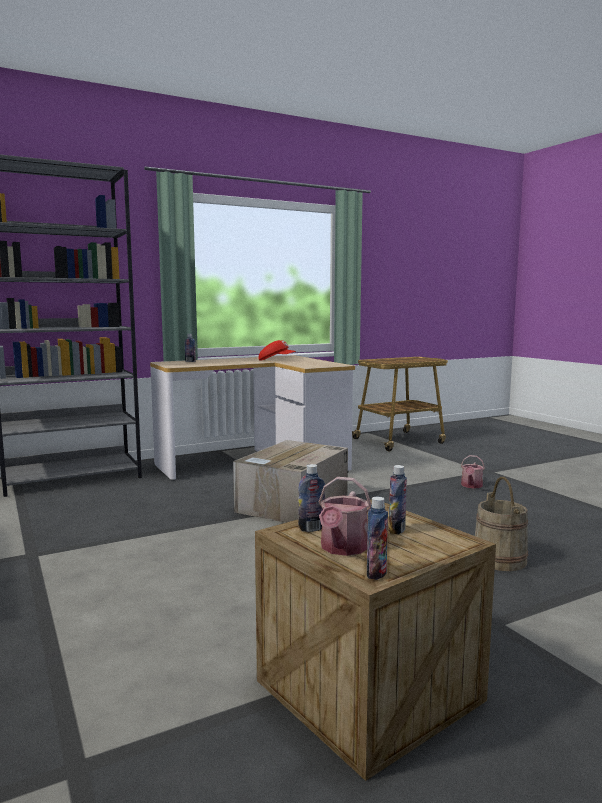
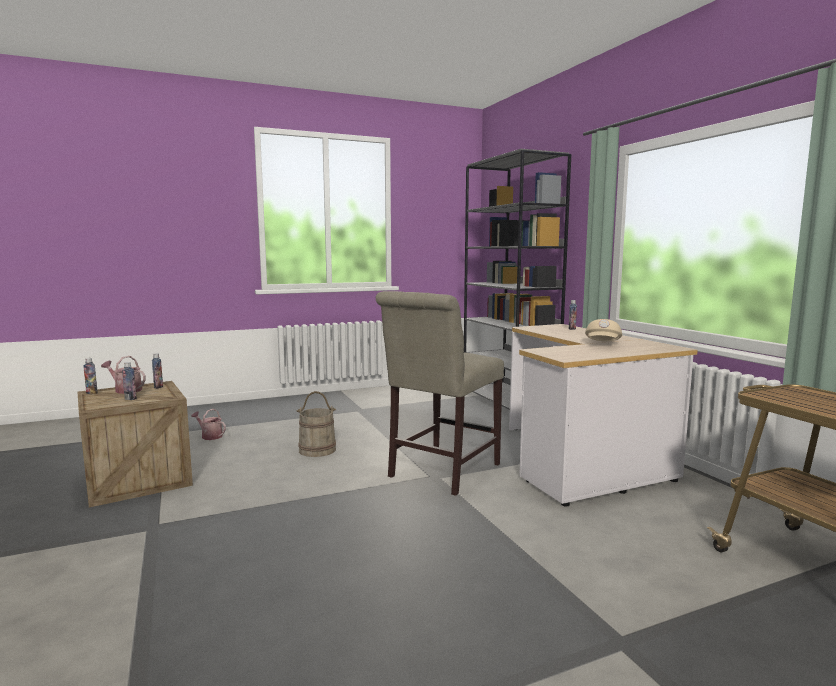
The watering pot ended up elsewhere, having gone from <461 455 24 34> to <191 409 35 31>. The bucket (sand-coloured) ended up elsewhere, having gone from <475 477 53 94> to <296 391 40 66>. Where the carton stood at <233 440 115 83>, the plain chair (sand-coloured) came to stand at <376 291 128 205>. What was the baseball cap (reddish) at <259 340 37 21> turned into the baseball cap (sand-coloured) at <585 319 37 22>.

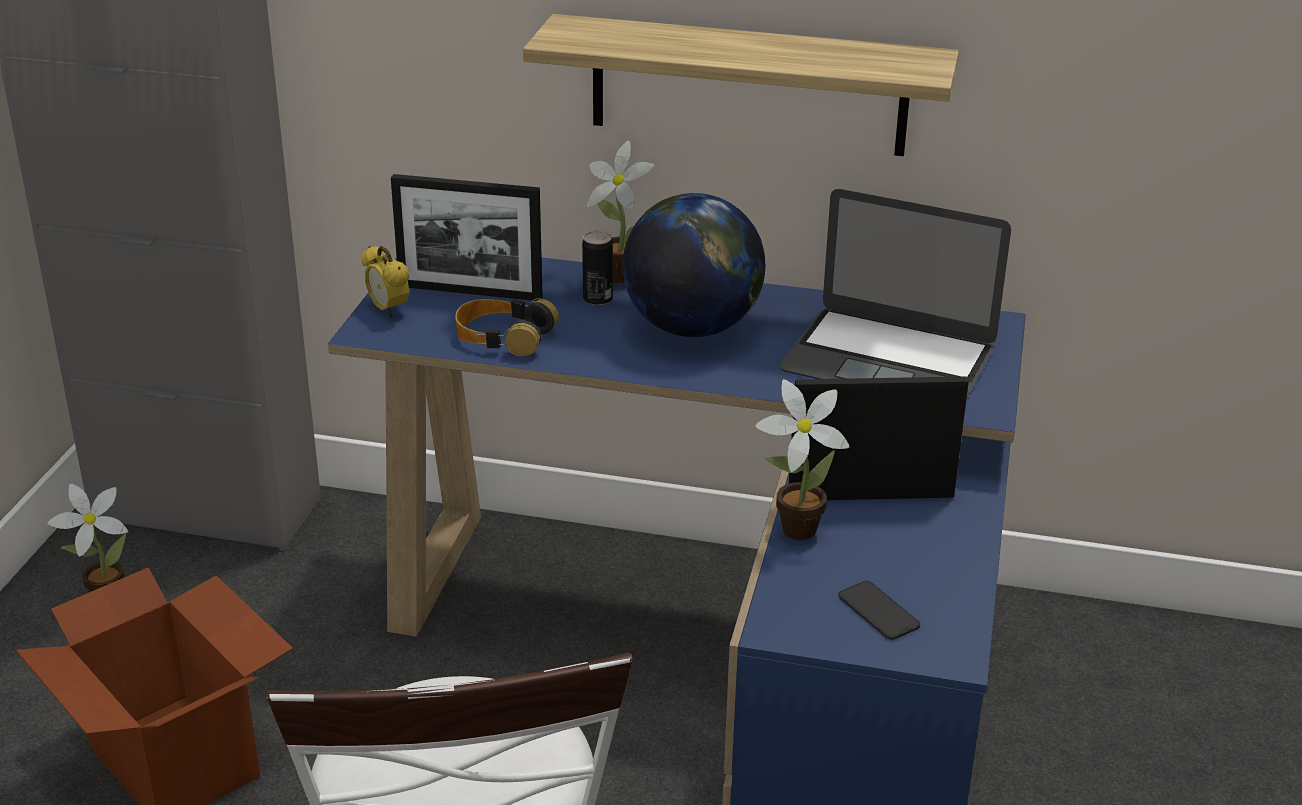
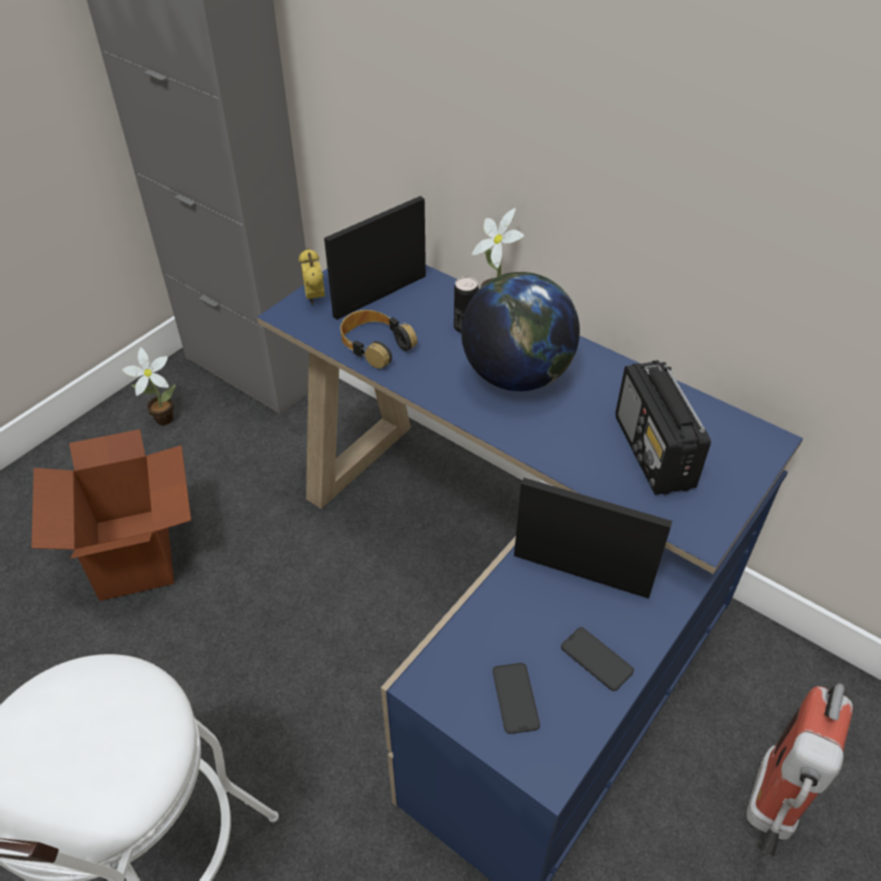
The second view lost the shelf at <523 14 436 142>. The second view lost the plant in a pot at <755 379 94 161>. The second view gained the handset at <561 627 73 64>. The second view gained the extinguisher at <746 683 107 173>. Where the portable computer stood at <779 189 232 207>, the radio came to stand at <615 360 96 135>. The picture frame at <391 174 152 127> ended up facing another way, 105 degrees clockwise from before.

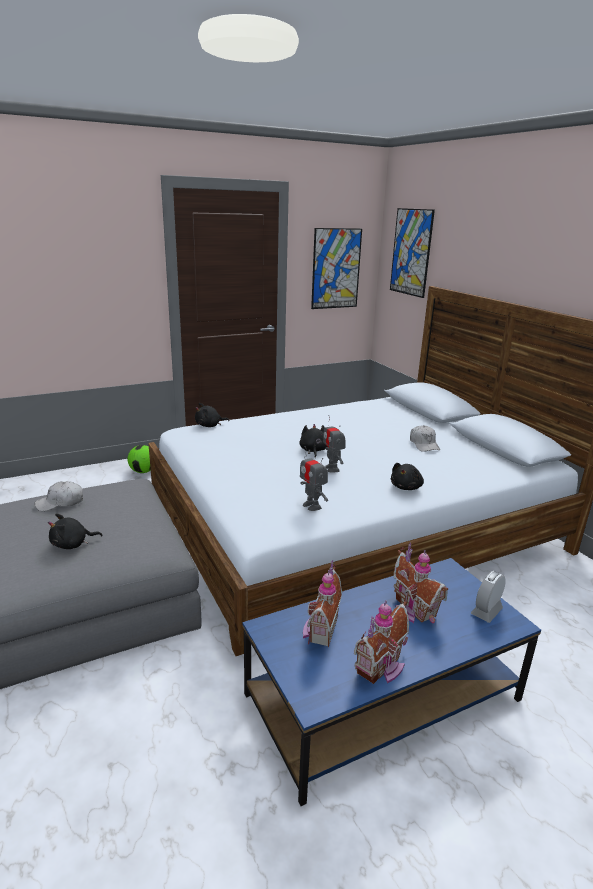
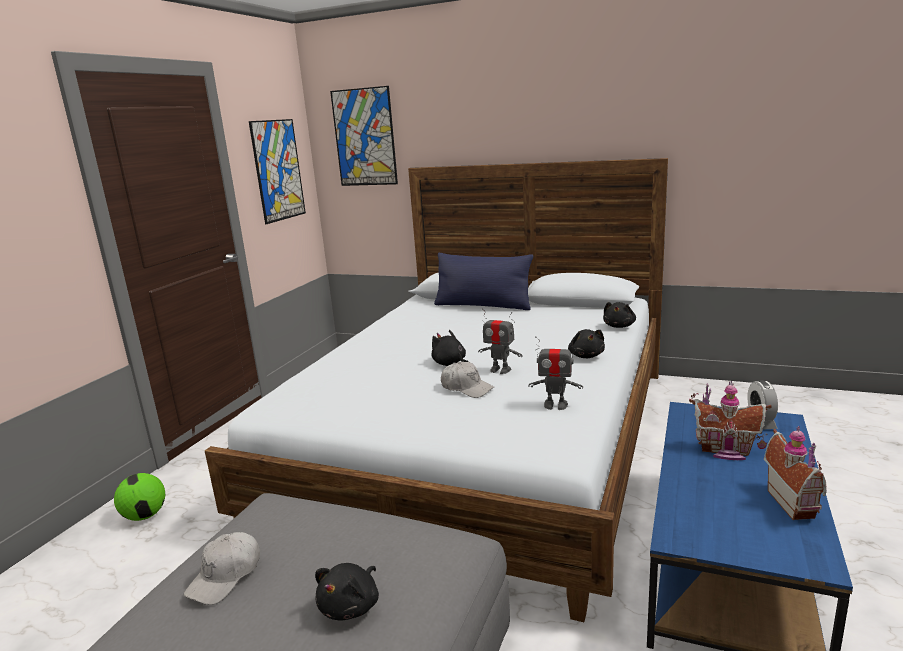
The second view lost the model house at <303 560 39 87>. The second view gained the throw pillow (blue) at <434 253 99 57>. The plush toy (blackish) ended up elsewhere, having gone from <195 403 34 24> to <603 302 33 26>. The baseball cap (white) ended up elsewhere, having gone from <410 425 30 27> to <441 362 53 36>.

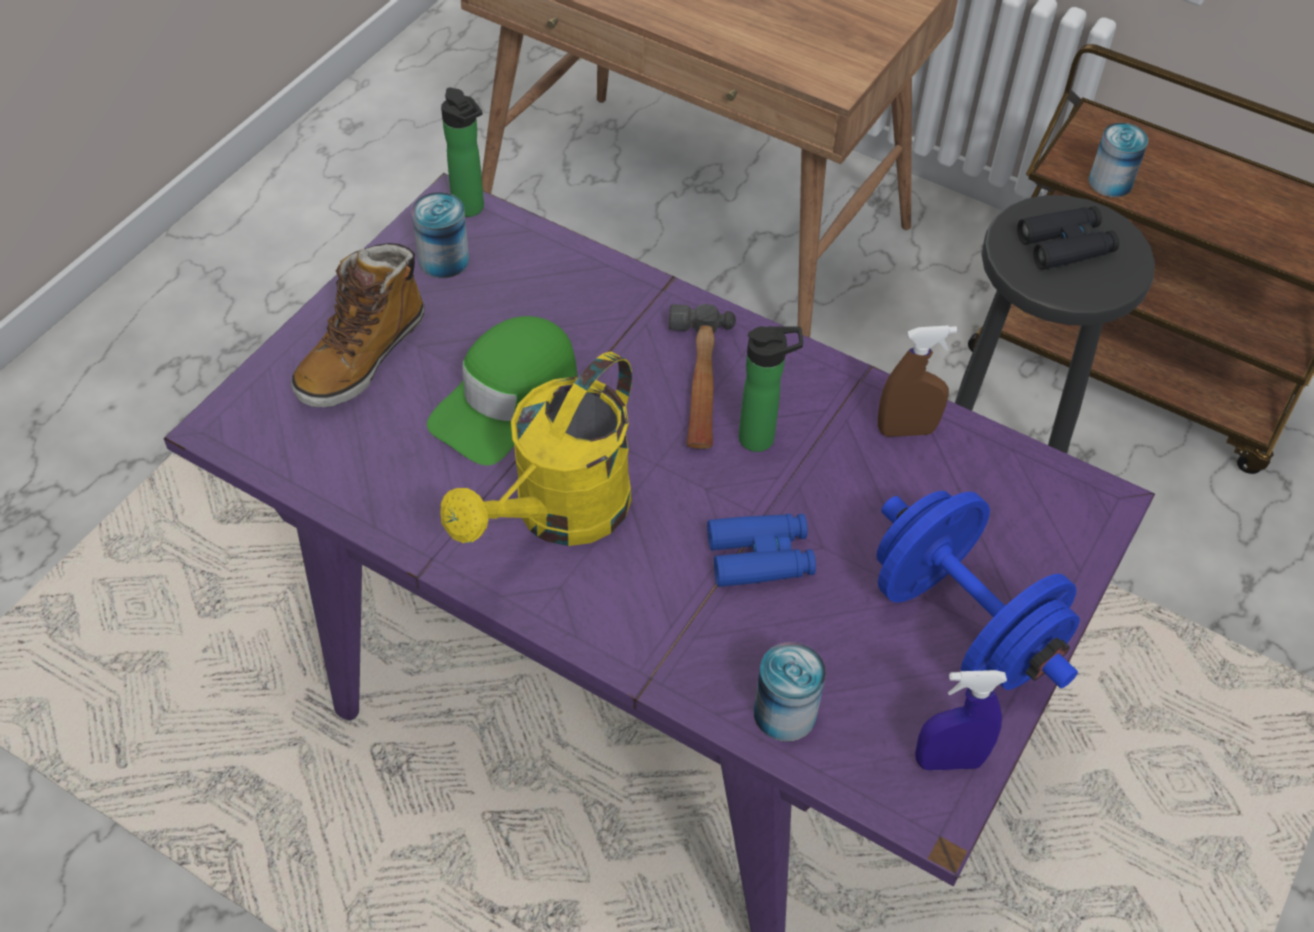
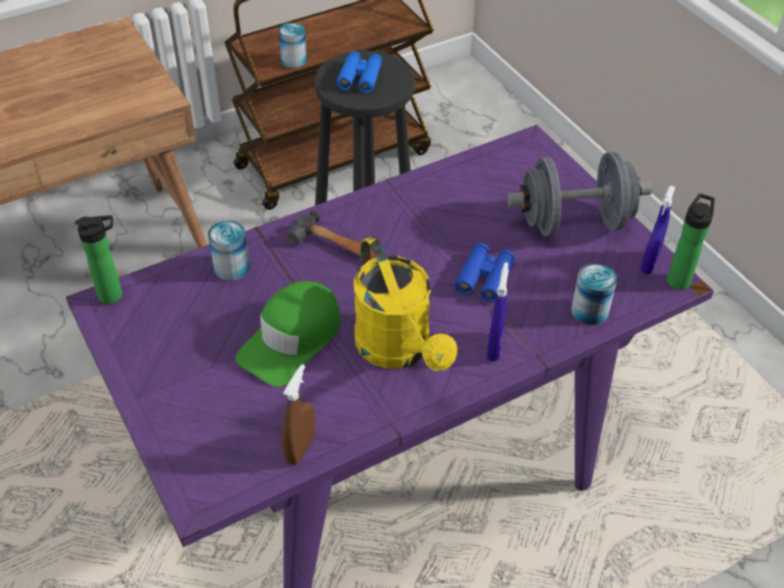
The second view lost the boot at <291 243 134 165>. The second view gained the sprayer (blue) at <487 262 22 99>. The metal can ended up elsewhere, having gone from <412 192 57 86> to <208 220 42 61>. The bottle ended up elsewhere, having gone from <739 326 64 126> to <667 194 48 96>. The sprayer (brown) ended up elsewhere, having gone from <878 325 79 112> to <282 364 33 101>. What was the hand weight (blue) at <877 491 203 199> turned into the hand weight (grey) at <507 152 145 84>. What was the field glasses (blackish) at <1017 206 102 64> turned into the field glasses (blue) at <336 51 46 42>. The baseball cap (green-coloured) at <427 316 151 149> ended up facing another way, 60 degrees clockwise from before.

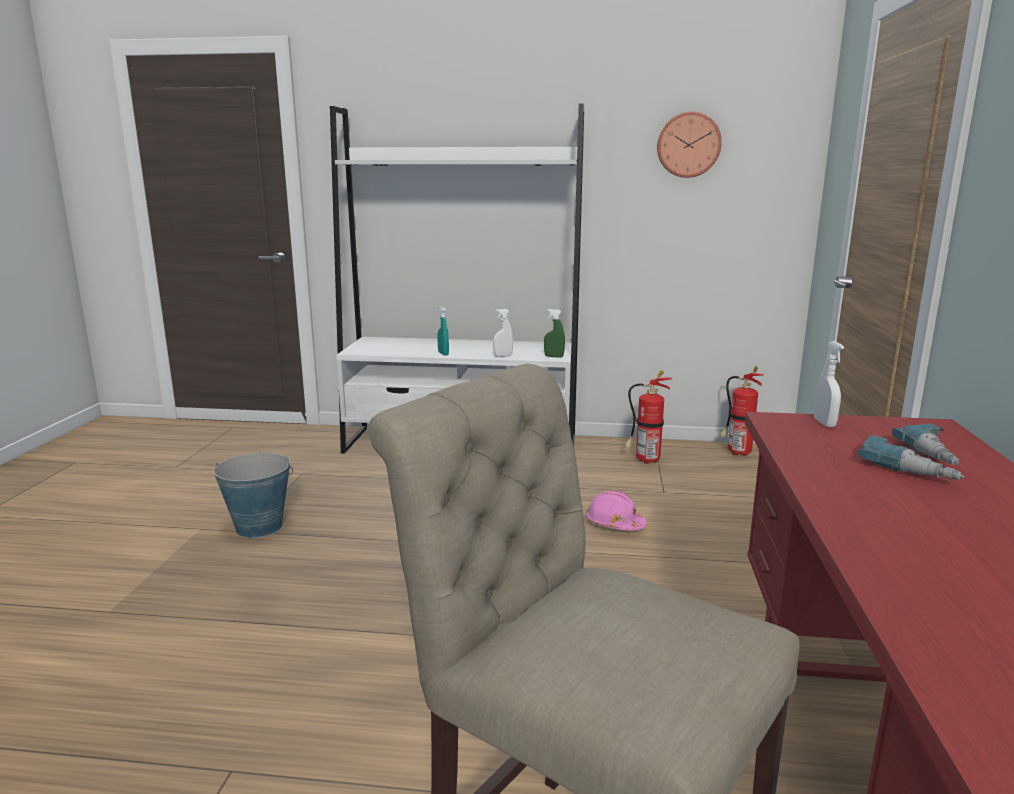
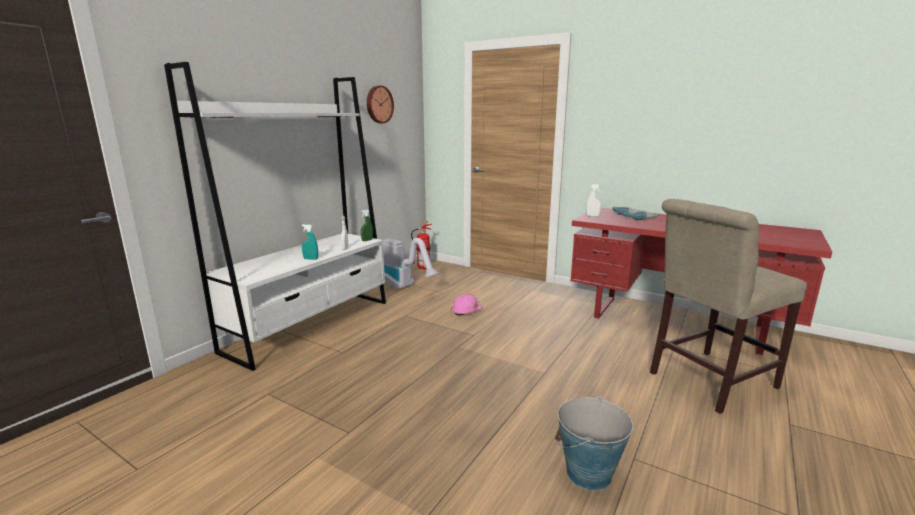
The bucket ended up elsewhere, having gone from <214 452 79 86> to <555 396 78 95>. Where the extinguisher stood at <624 370 48 94>, the hoover came to stand at <383 238 56 52>.

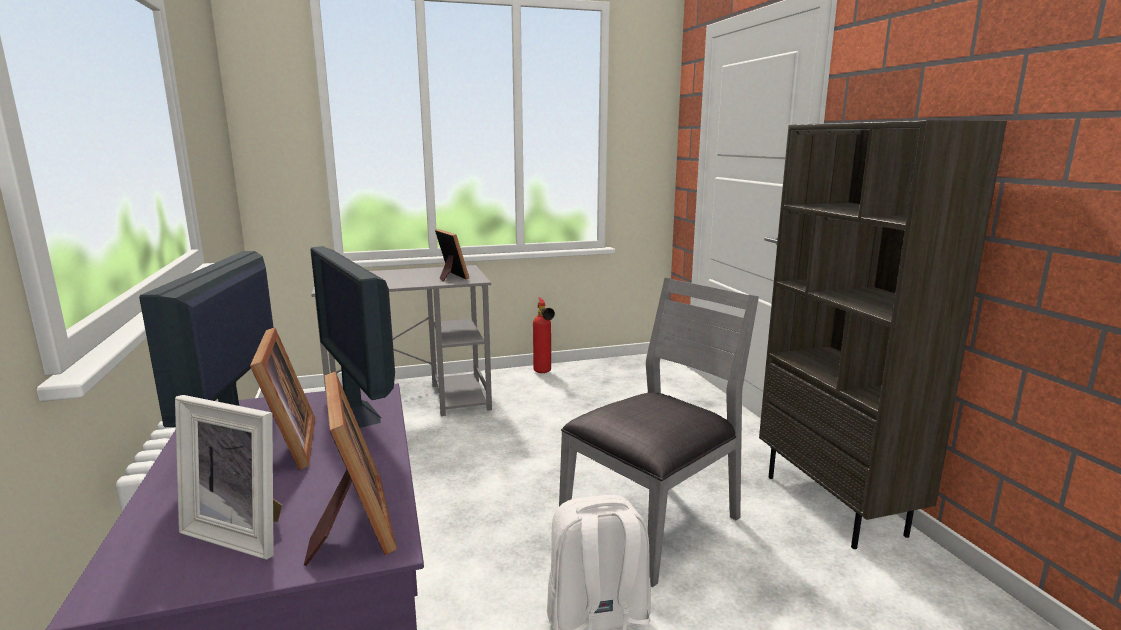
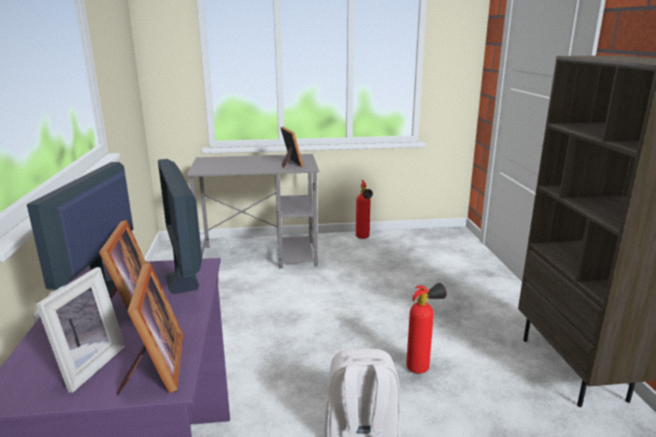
Where the plain chair (grey) stood at <559 277 200 310>, the extinguisher came to stand at <406 283 41 91>. The picture frame at <175 395 107 165> ended up facing another way, 105 degrees counterclockwise from before.

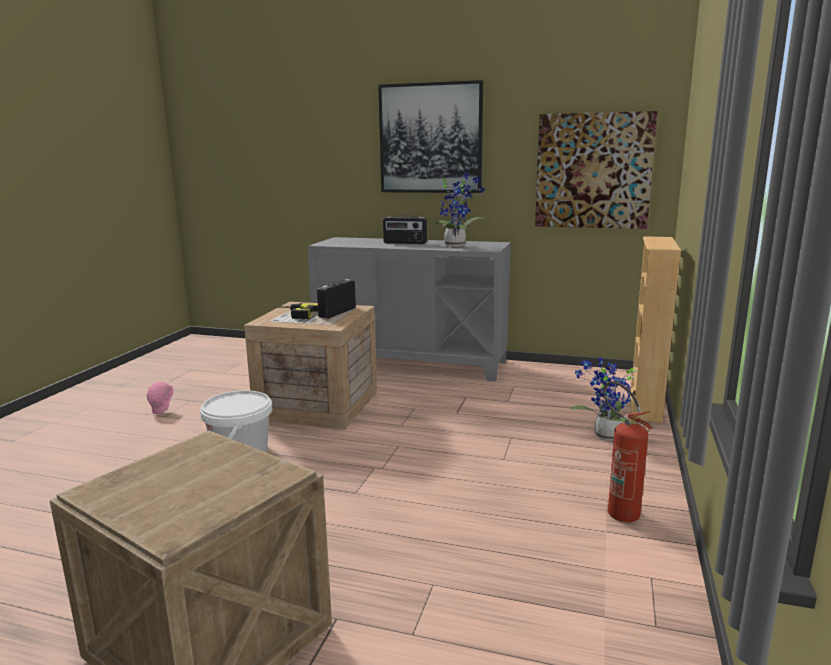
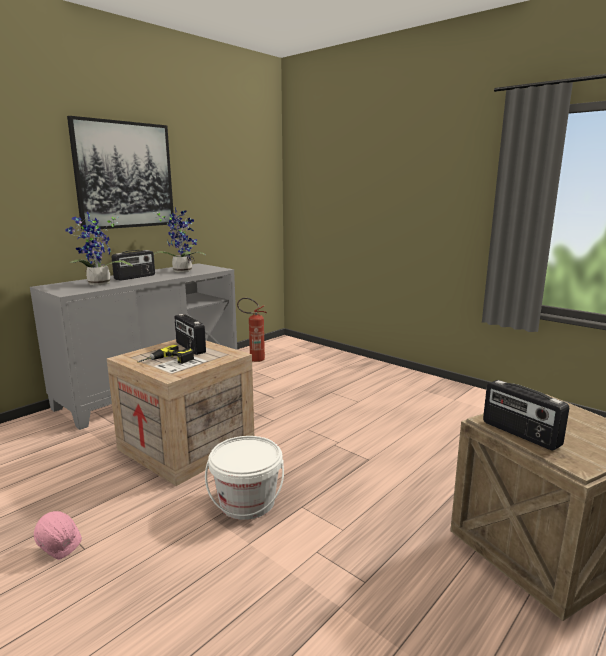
The second view lost the wall picture at <535 111 123 118>. The second view lost the bookshelf (sand-coloured) at <630 236 51 187>. The second view gained the radio at <483 380 86 71>. The plant in a pot ended up elsewhere, having gone from <570 358 69 83> to <66 211 67 74>. The extinguisher ended up elsewhere, having gone from <603 381 49 141> to <237 298 30 64>.

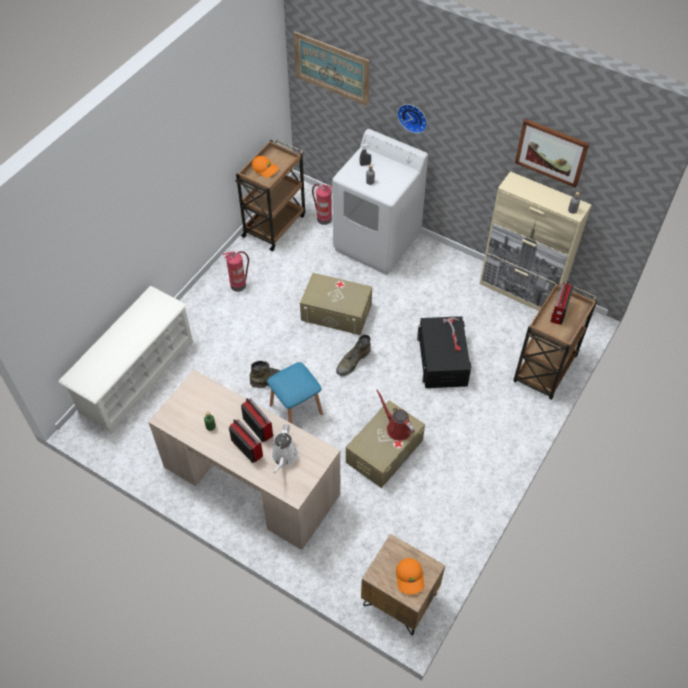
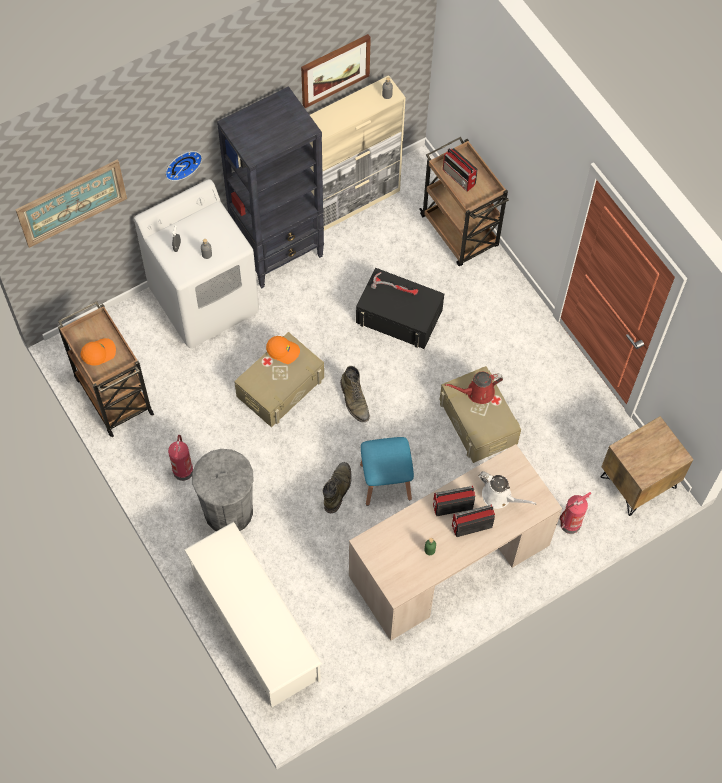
The second view gained the trash can (grey) at <192 449 62 82>. The second view gained the bookshelf (blackish) at <217 86 107 203>. The extinguisher ended up elsewhere, having gone from <312 184 20 41> to <560 492 31 42>. The baseball cap (orange-coloured) ended up elsewhere, having gone from <396 558 28 37> to <266 336 34 28>.

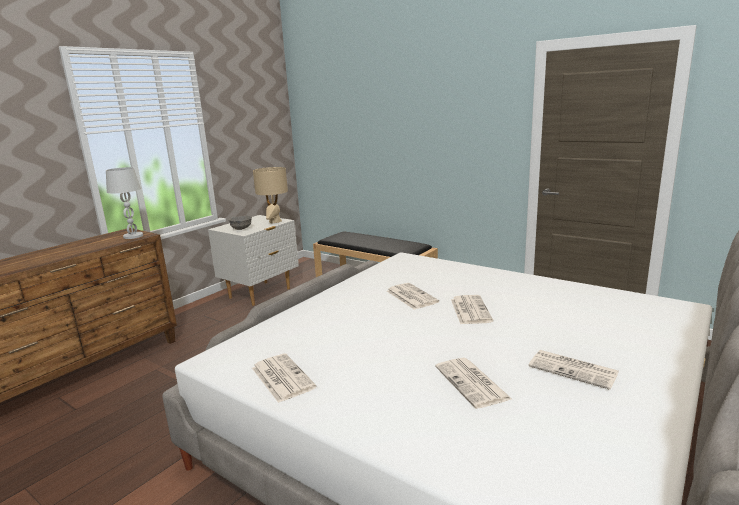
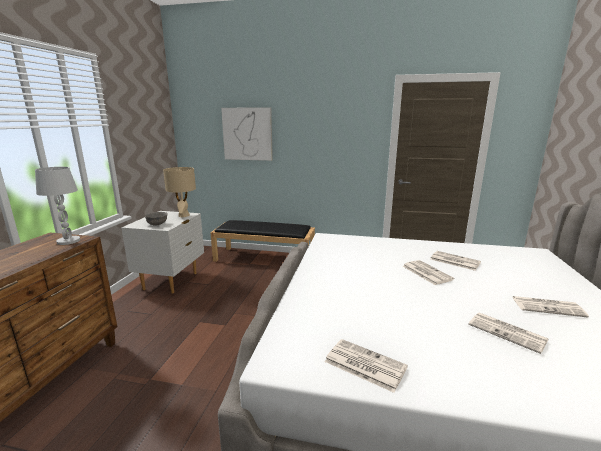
The second view gained the wall picture at <221 107 52 54>. The newspaper ended up elsewhere, having gone from <387 283 52 27> to <431 251 50 20>.

